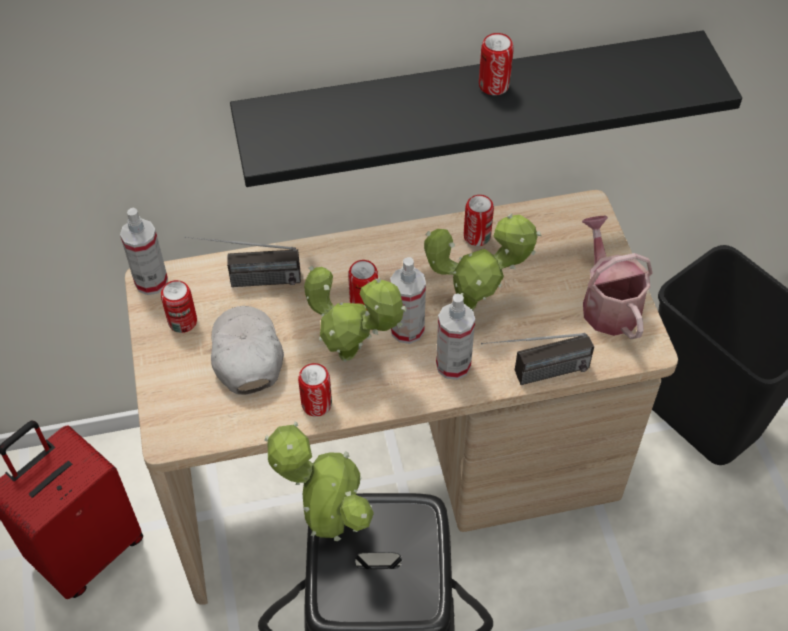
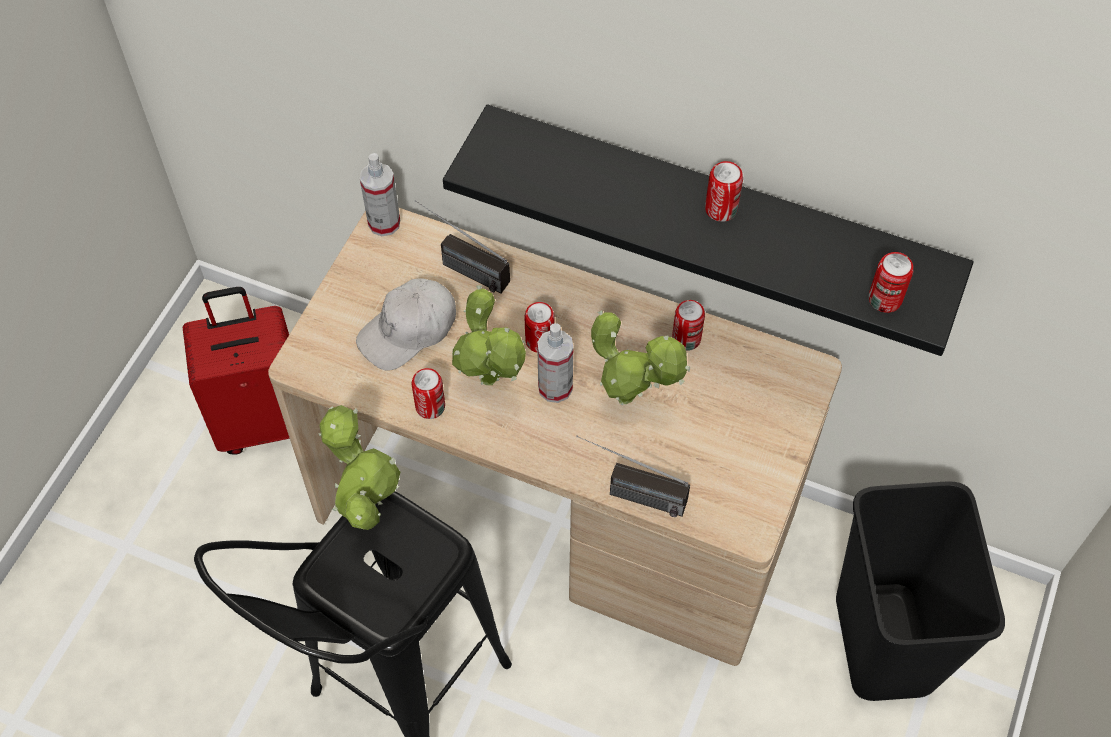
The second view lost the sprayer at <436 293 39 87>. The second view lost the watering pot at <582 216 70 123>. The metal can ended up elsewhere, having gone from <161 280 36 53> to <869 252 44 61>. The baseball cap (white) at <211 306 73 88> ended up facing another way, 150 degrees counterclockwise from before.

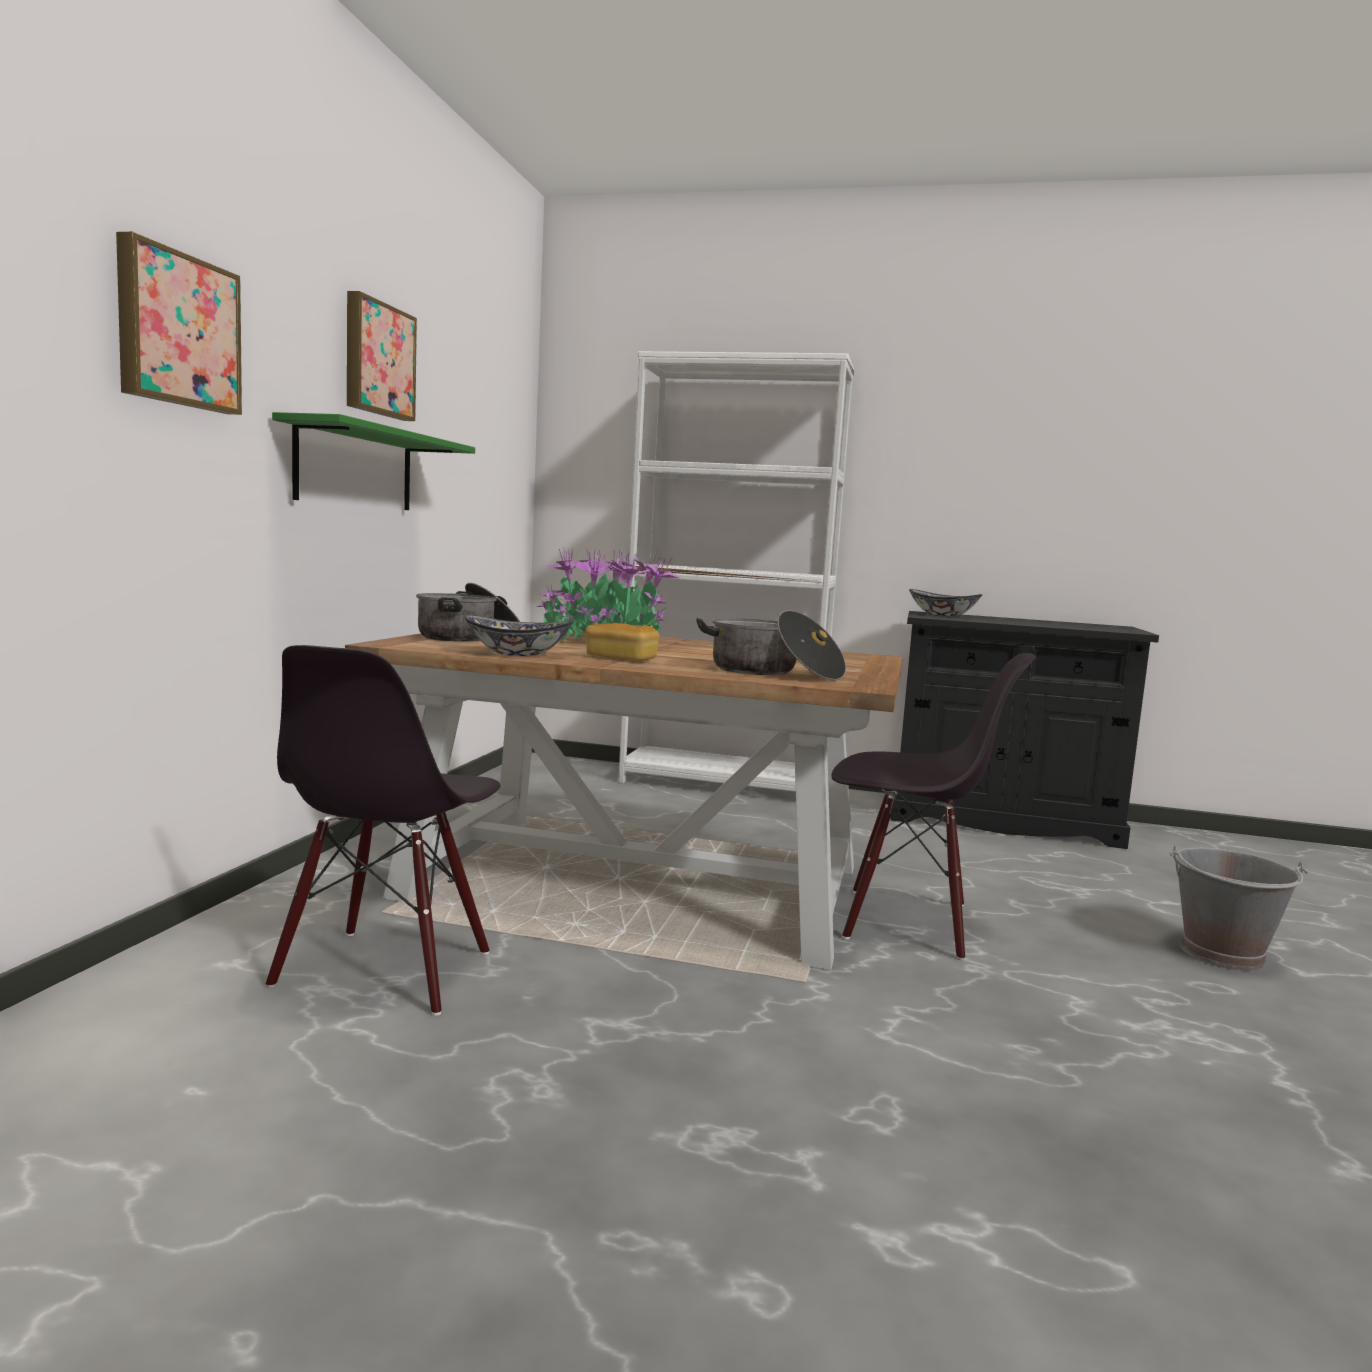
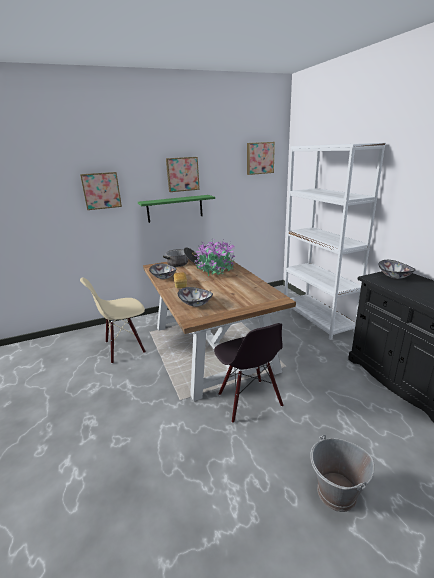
The second view gained the wall picture at <247 142 28 33>. Where the stockpot stood at <696 610 150 71>, the bowl came to stand at <178 287 35 20>. What was the plain chair (blackish) at <266 645 234 371> turned into the plain chair (sand-coloured) at <80 278 66 86>.

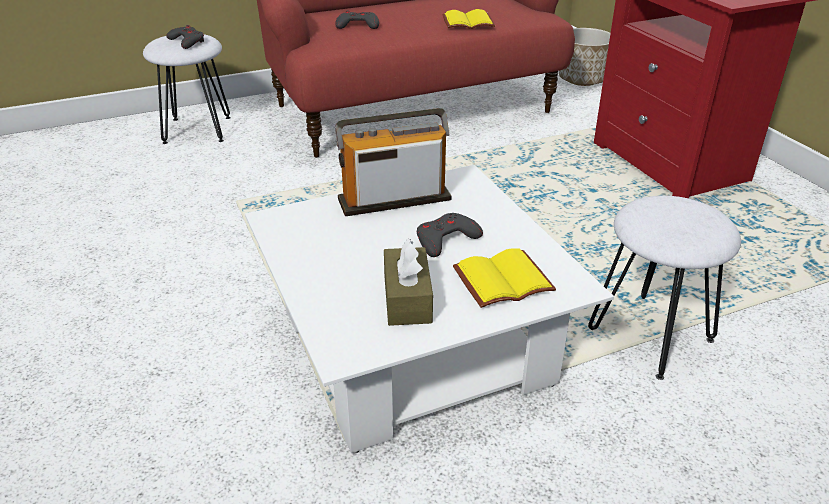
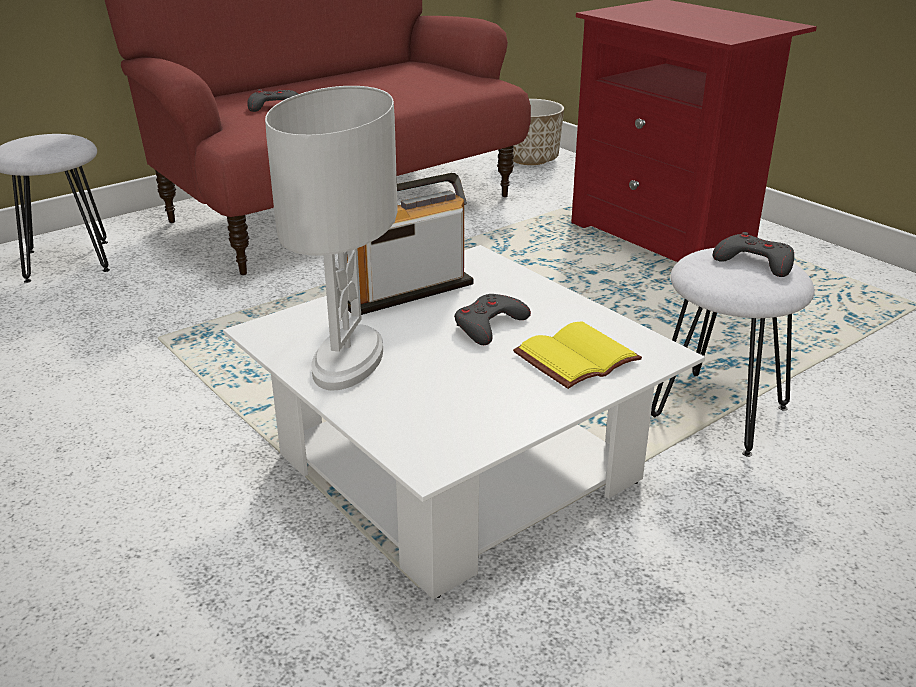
The second view lost the box of tissues (brown) at <384 238 49 88>. The second view lost the bound book (yellow-coloured) at <442 9 53 20>. The second view gained the tabletop lamp (white) at <265 86 133 305>. The game controller (grey) ended up elsewhere, having gone from <166 25 38 24> to <713 232 81 45>.

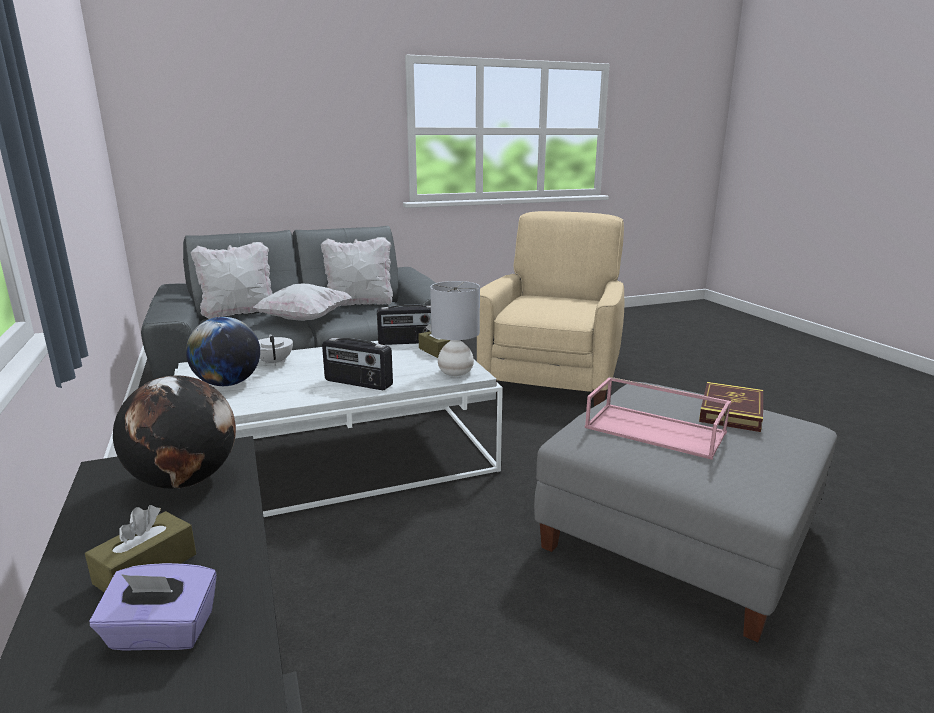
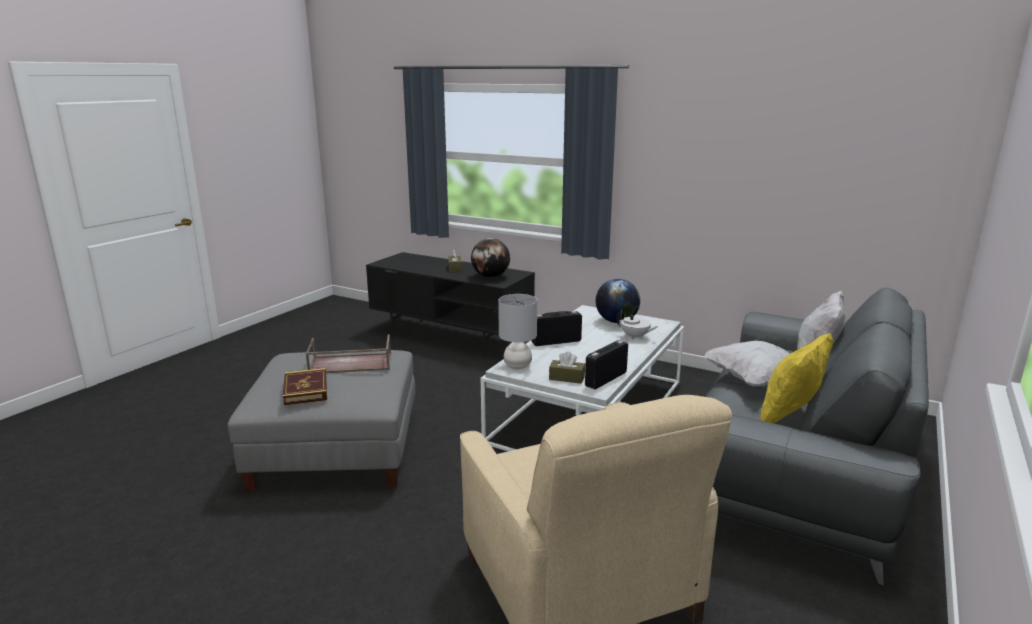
The second view lost the box of tissues (purplish) at <89 563 128 88>. What was the throw pillow (white) at <321 237 72 69> turned into the throw pillow (yellow-coloured) at <760 332 74 91>. What was the serving tray (pink) at <585 377 146 83> turned into the serving tray (brown) at <305 334 86 39>.

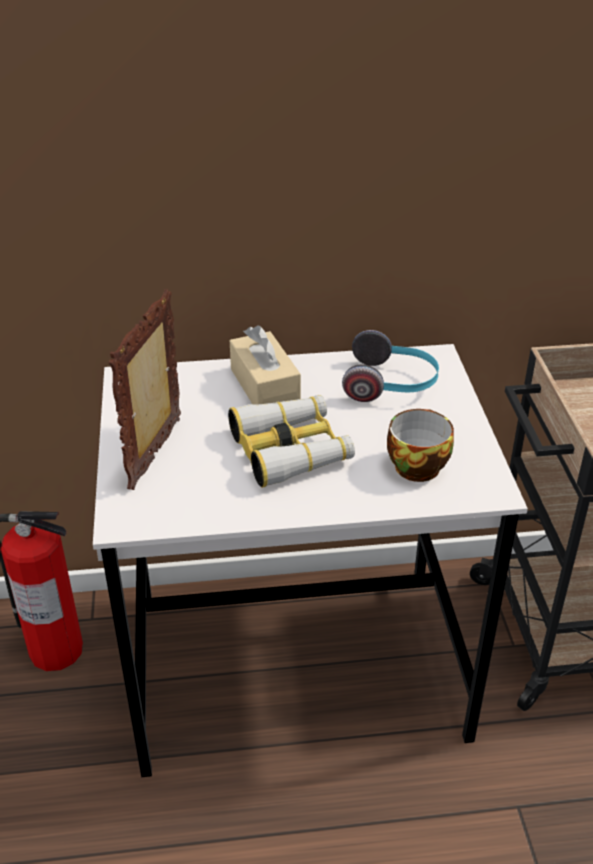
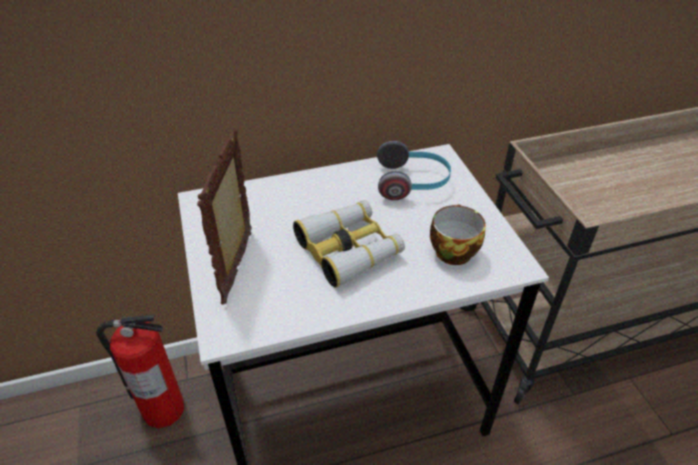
The second view lost the box of tissues (sand-coloured) at <230 325 71 80>.

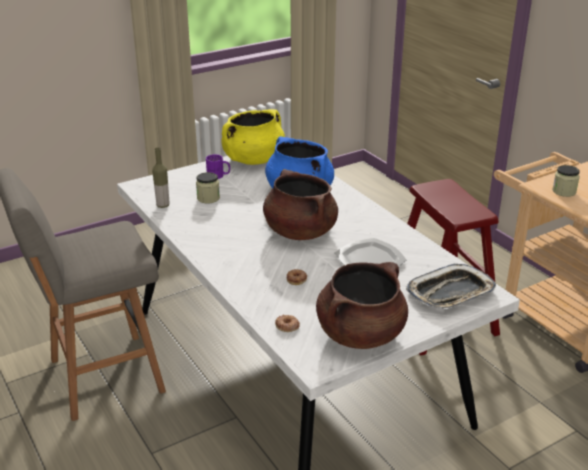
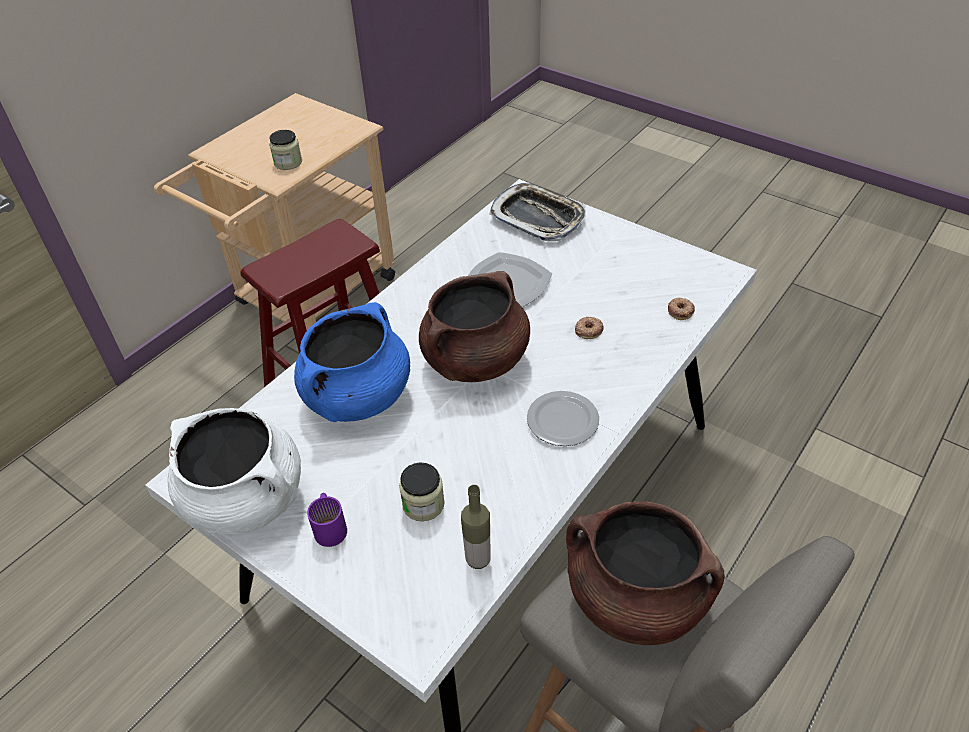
The second view gained the dinner plate at <527 391 72 55>. The stockpot (brown) ended up elsewhere, having gone from <316 262 92 87> to <566 501 159 144>. What was the stockpot (yellow-coloured) at <221 109 64 56> turned into the stockpot (white) at <167 408 134 126>.

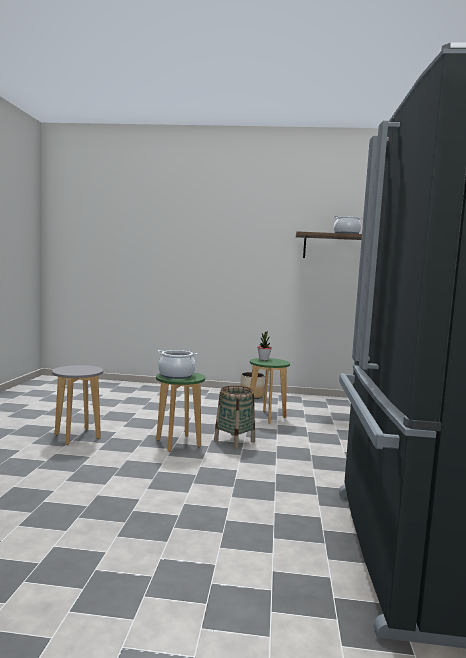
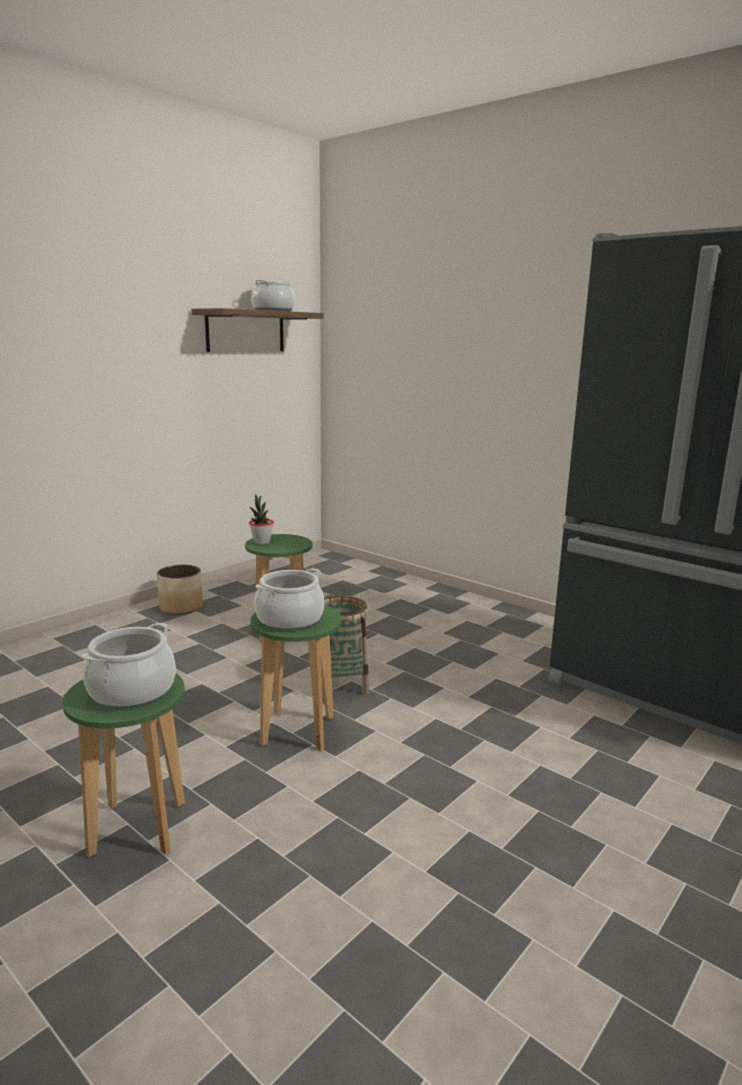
The second view gained the stockpot at <82 623 94 85>. What was the stool seat (grey) at <52 365 51 80> turned into the stool seat (green-coloured) at <62 673 123 184>.

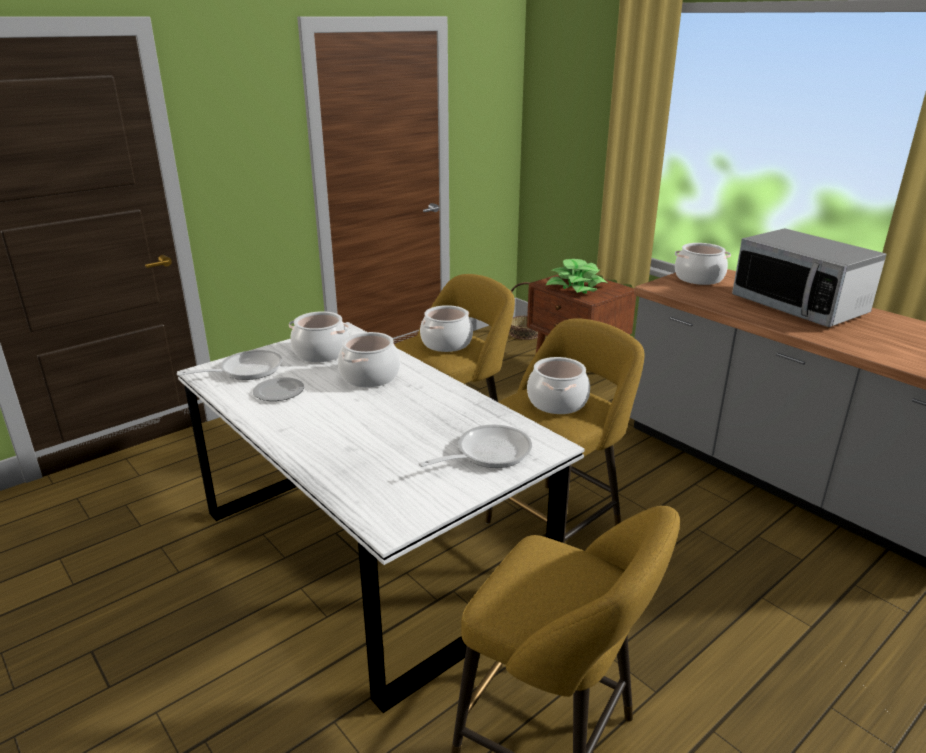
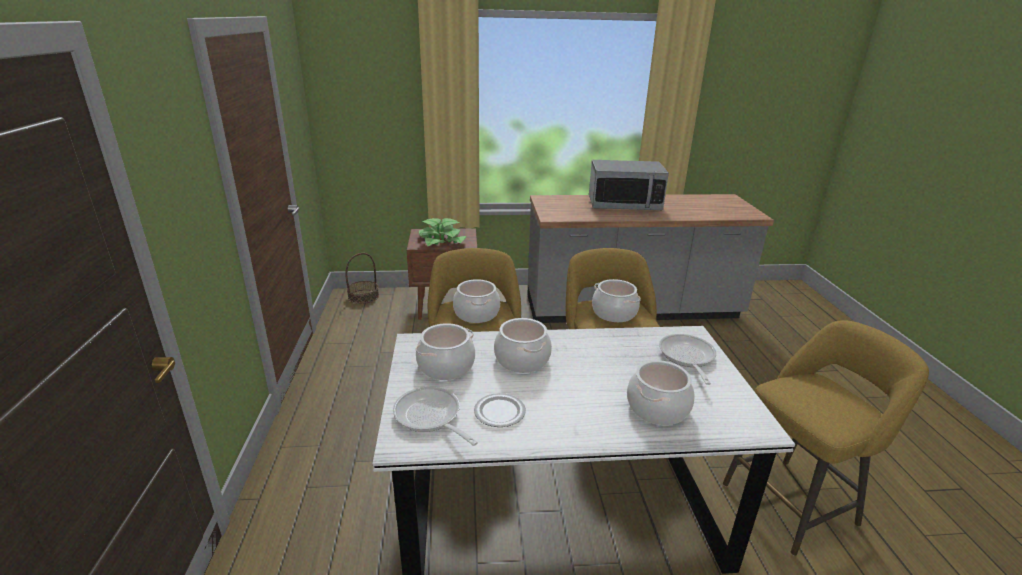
The stockpot ended up elsewhere, having gone from <675 243 56 42> to <627 360 68 65>. The skillet at <177 350 105 30> ended up facing another way, 45 degrees counterclockwise from before.

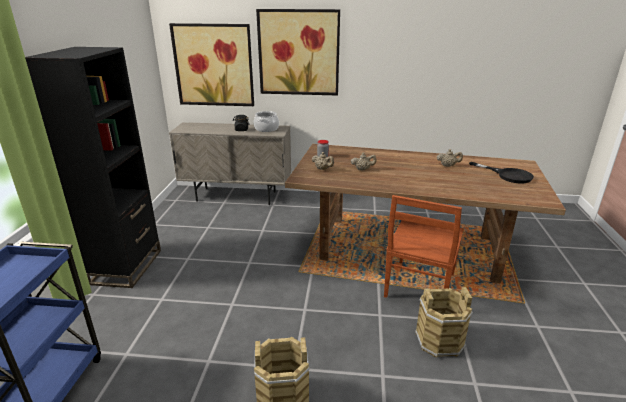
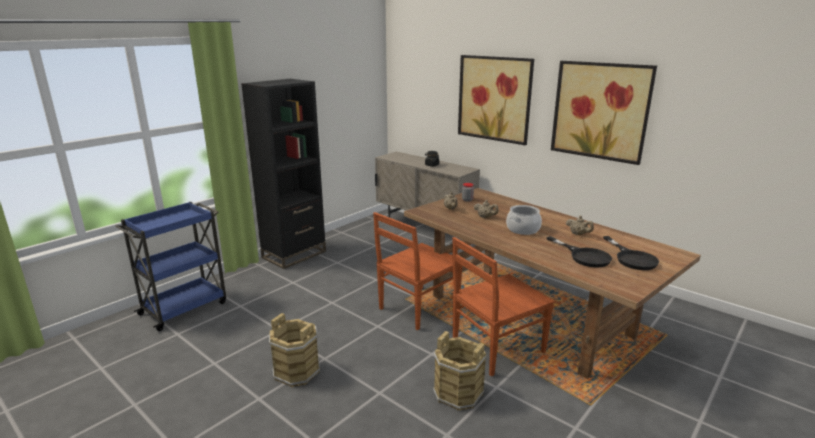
The second view gained the plain chair (brown) at <373 212 89 118>. The second view gained the skillet (blackish) at <546 236 66 32>. The wall picture ended up elsewhere, having gone from <169 23 85 83> to <551 61 106 104>. The stockpot ended up elsewhere, having gone from <254 111 25 21> to <506 205 36 30>.

